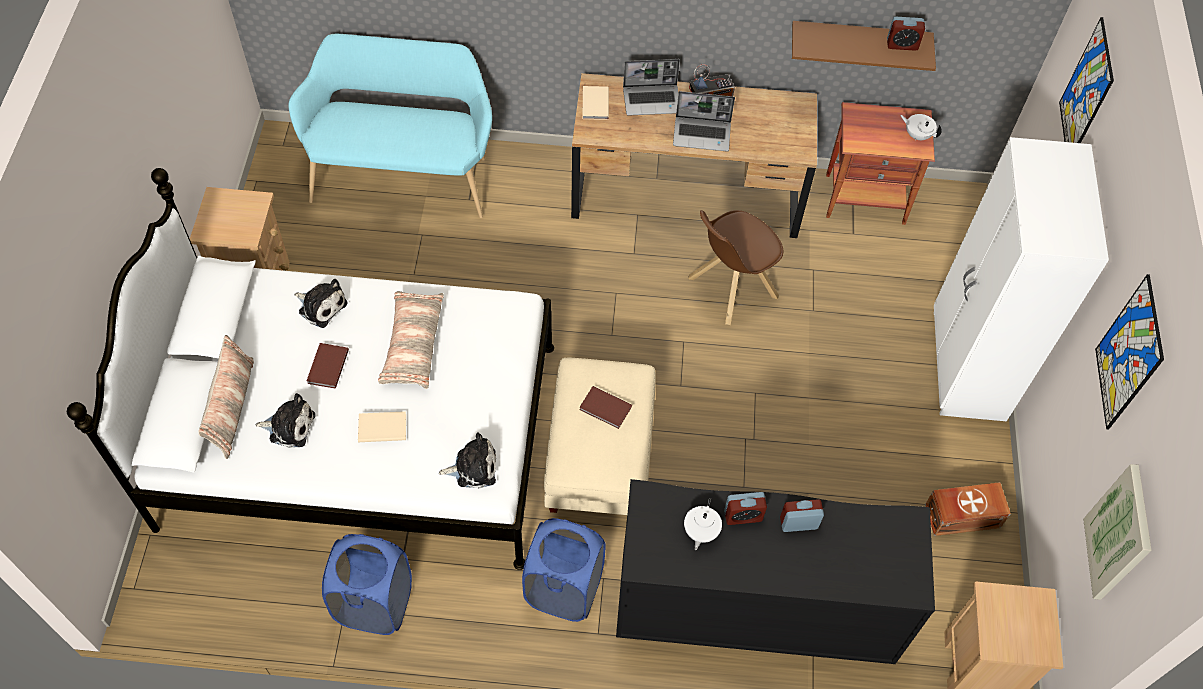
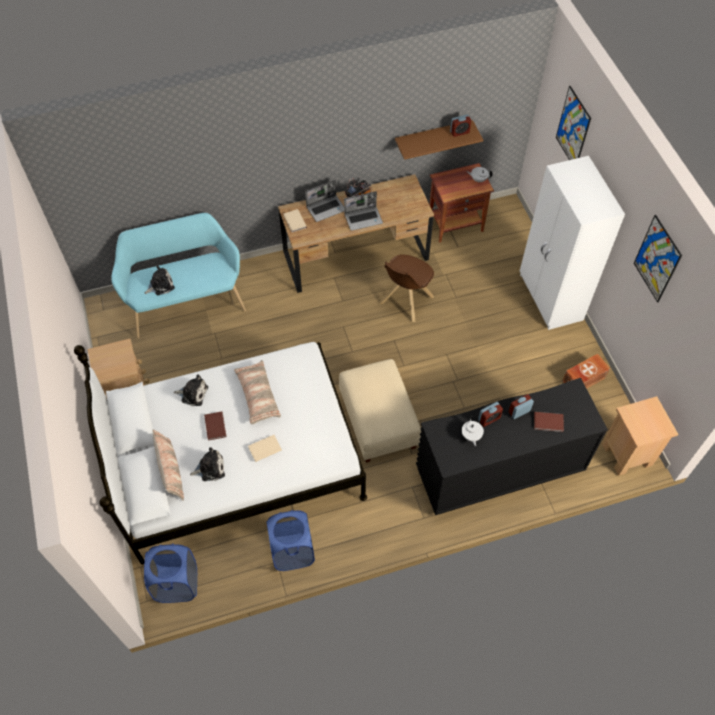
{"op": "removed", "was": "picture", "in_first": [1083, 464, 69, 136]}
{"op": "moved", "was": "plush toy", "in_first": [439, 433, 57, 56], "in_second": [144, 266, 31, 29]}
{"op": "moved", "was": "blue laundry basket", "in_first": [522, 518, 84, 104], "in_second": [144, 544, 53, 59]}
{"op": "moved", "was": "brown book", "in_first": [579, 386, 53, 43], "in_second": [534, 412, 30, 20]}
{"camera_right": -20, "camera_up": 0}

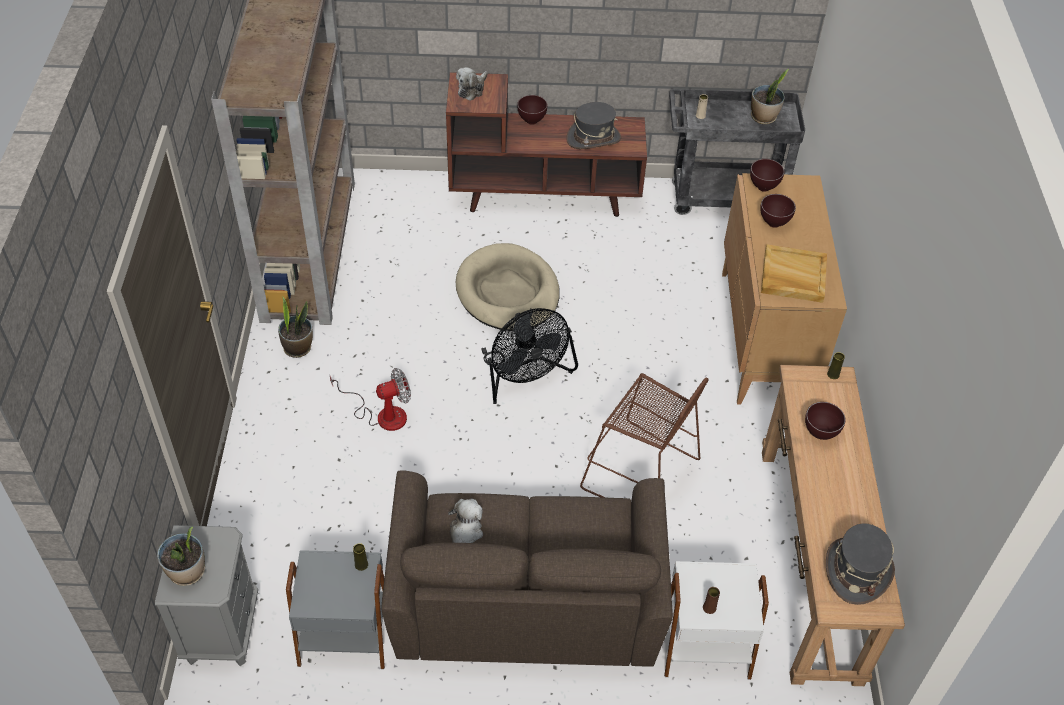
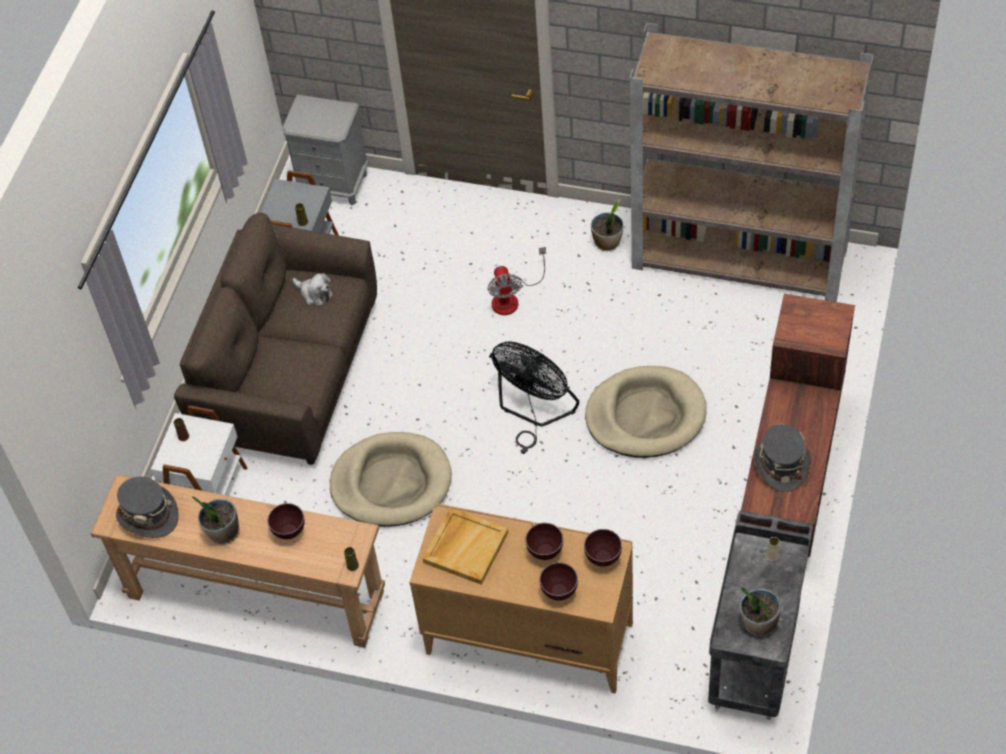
{"op": "removed", "was": "plush toy", "in_first": [456, 67, 32, 34]}
{"op": "moved", "was": "potted plant", "in_first": [157, 527, 48, 59], "in_second": [192, 496, 48, 48]}
{"op": "moved", "was": "brown bowl", "in_first": [517, 95, 30, 30], "in_second": [539, 562, 39, 39]}
{"op": "replaced", "was": "brown stool", "now": "beige dog bed", "in_first": [580, 373, 128, 125], "in_second": [330, 432, 122, 95]}
{"op": "turned", "was": "black fan", "in_first": [481, 308, 97, 96], "in_second": [489, 342, 90, 112], "clockwise": 135}
{"camera_right": 110, "camera_up": 5}

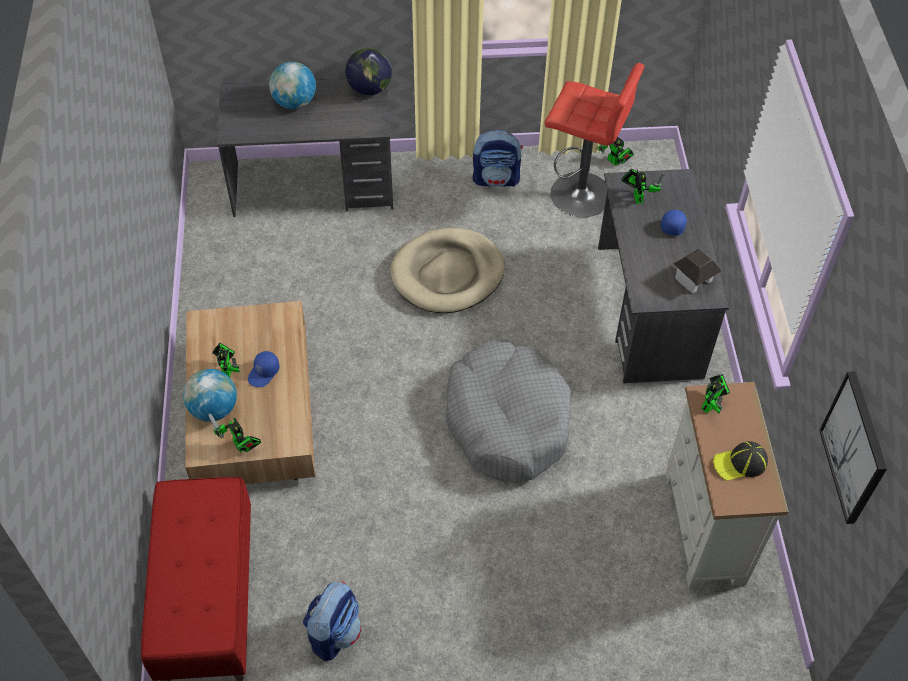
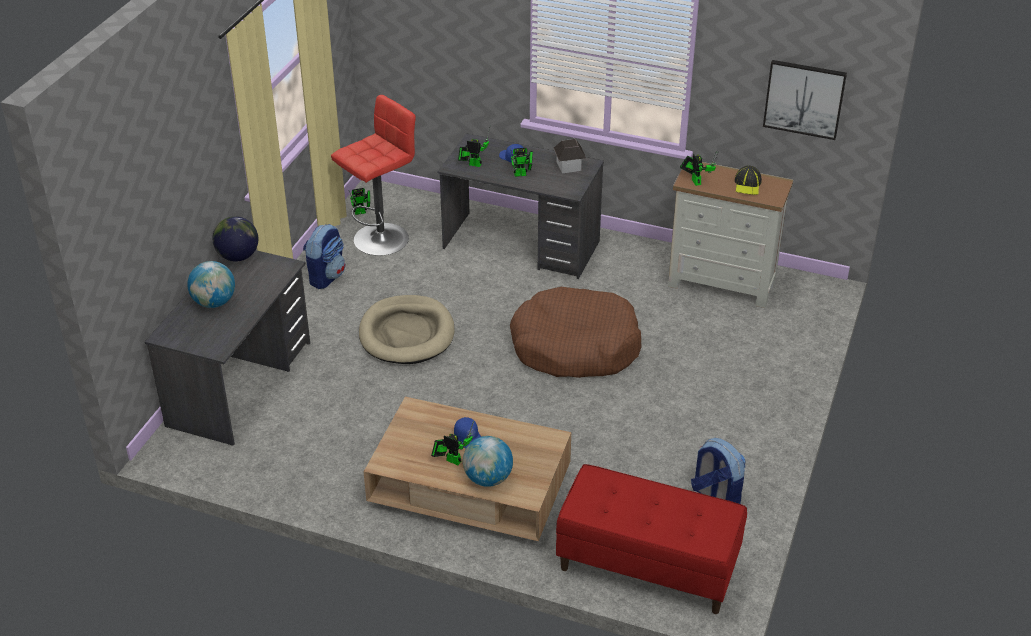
{"op": "moved", "was": "toy robot", "in_first": [208, 414, 53, 38], "in_second": [510, 148, 23, 29]}
{"op": "recoloured", "was": "grey dog bed", "now": "brown dog bed", "in_first": [446, 341, 125, 142], "in_second": [510, 287, 132, 91]}
{"camera_right": -65, "camera_up": -15}

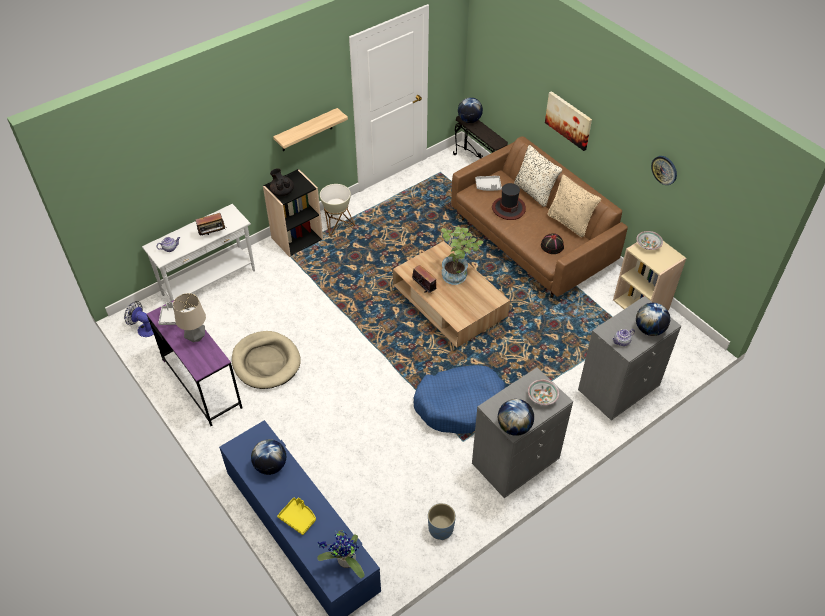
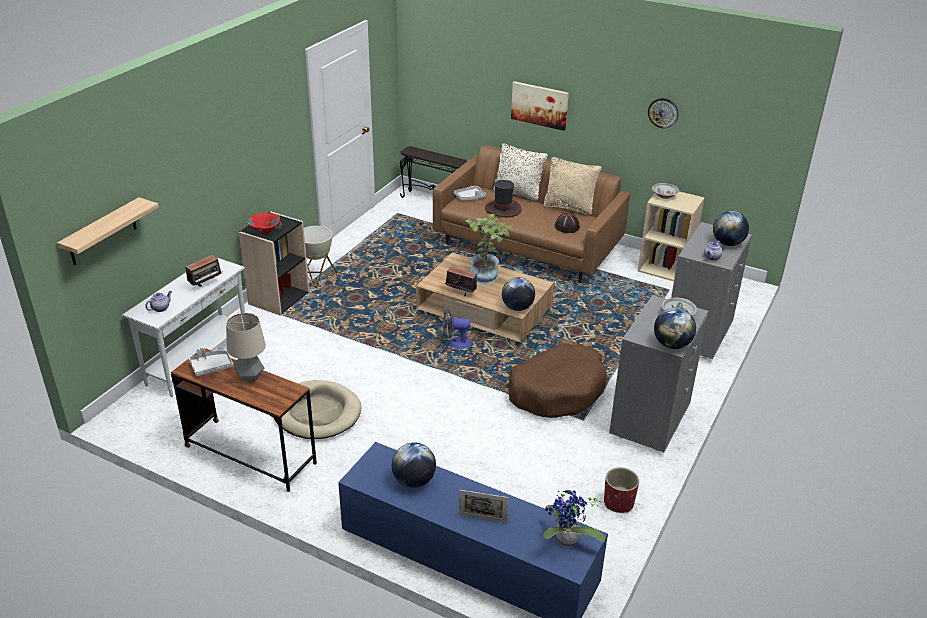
{"op": "moved", "was": "fan", "in_first": [124, 301, 30, 36], "in_second": [443, 310, 28, 39]}
{"op": "moved", "was": "shelf", "in_first": [273, 108, 75, 43], "in_second": [57, 197, 102, 68]}
{"op": "moved", "was": "globe", "in_first": [458, 97, 25, 26], "in_second": [502, 277, 33, 34]}
{"op": "replaced", "was": "black teapot", "now": "red bowl", "in_first": [270, 168, 24, 28], "in_second": [247, 213, 35, 22]}
{"op": "replaced", "was": "yellow tray", "now": "picture frame", "in_first": [277, 497, 39, 38], "in_second": [459, 490, 50, 33]}
{"op": "recoloured", "was": "purple desk", "now": "brown desk", "in_first": [147, 300, 95, 126], "in_second": [171, 348, 146, 144]}
{"op": "recoloured", "was": "blue dog bed", "now": "brown dog bed", "in_first": [413, 365, 92, 69], "in_second": [508, 343, 99, 75]}
{"op": "recoloured", "was": "blue planter", "now": "red planter", "in_first": [428, 503, 28, 37], "in_second": [604, 467, 35, 46]}
{"camera_right": -25, "camera_up": -15}

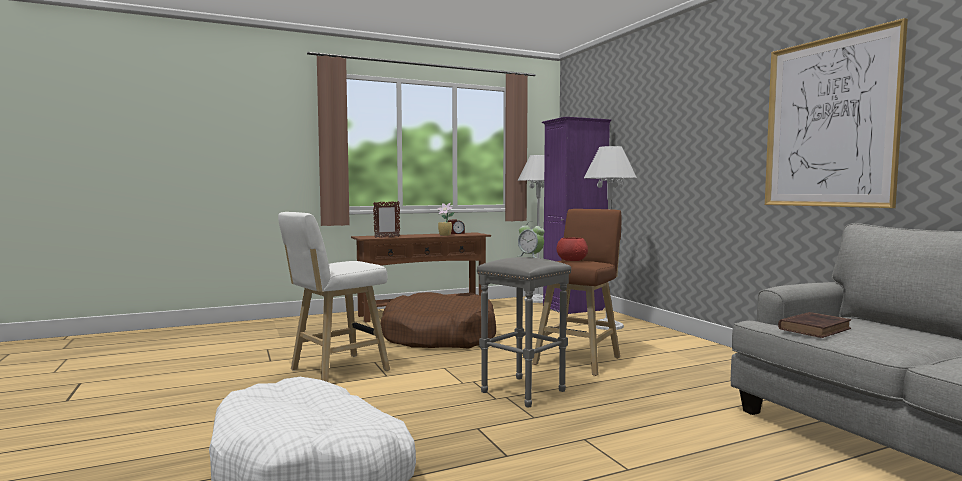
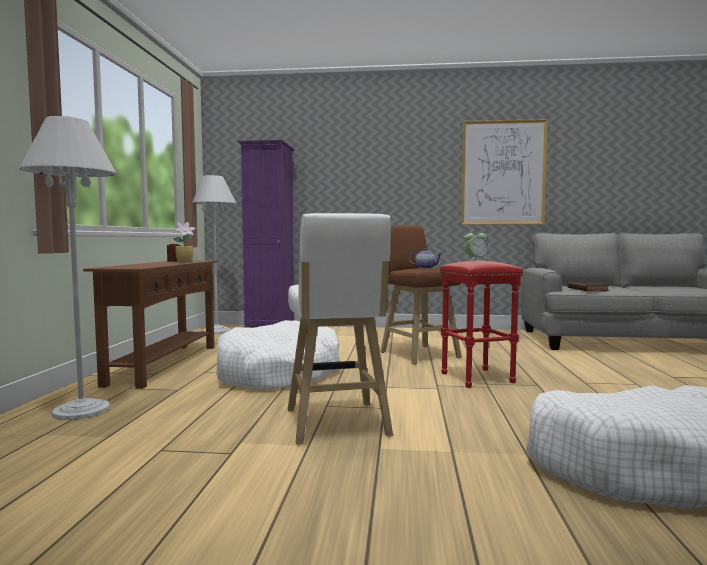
{"op": "removed", "was": "picture frame", "in_first": [373, 201, 27, 37]}
{"op": "moved", "was": "white floor lamp", "in_first": [584, 146, 53, 184], "in_second": [19, 116, 98, 304]}
{"op": "replaced", "was": "red bowl", "now": "teapot", "in_first": [557, 238, 31, 23], "in_second": [409, 248, 34, 21]}
{"op": "recoloured", "was": "brown dog bed", "now": "white dog bed", "in_first": [380, 292, 116, 57], "in_second": [216, 320, 124, 70]}
{"op": "recoloured", "was": "grey stool", "now": "red stool", "in_first": [477, 257, 94, 150], "in_second": [440, 261, 83, 127]}
{"camera_right": -60, "camera_up": 0}

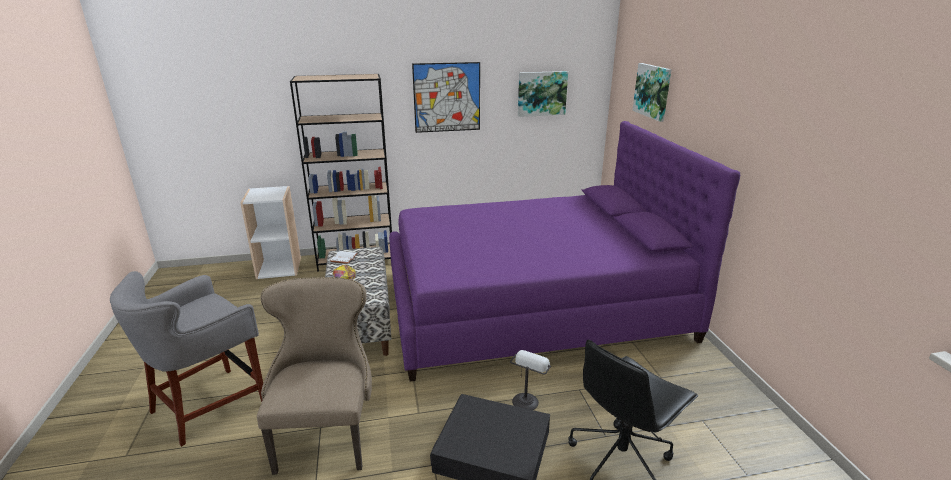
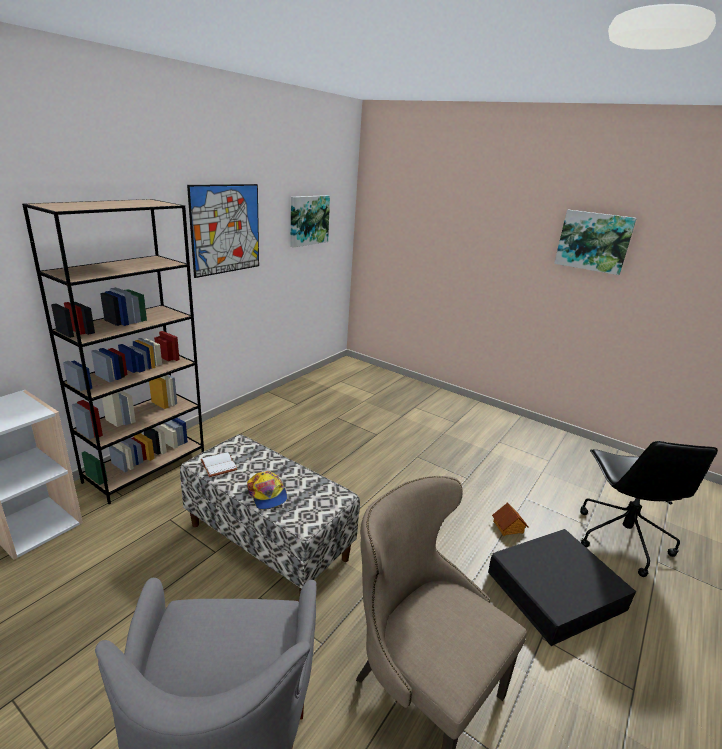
{"op": "removed", "was": "purple bed", "in_first": [389, 121, 351, 260]}
{"op": "moved", "was": "picture", "in_first": [632, 63, 39, 59], "in_second": [554, 210, 83, 65]}
{"op": "replaced", "was": "table lamp", "now": "toy house", "in_first": [510, 350, 41, 60], "in_second": [492, 502, 37, 34]}
{"camera_right": -45, "camera_up": 0}

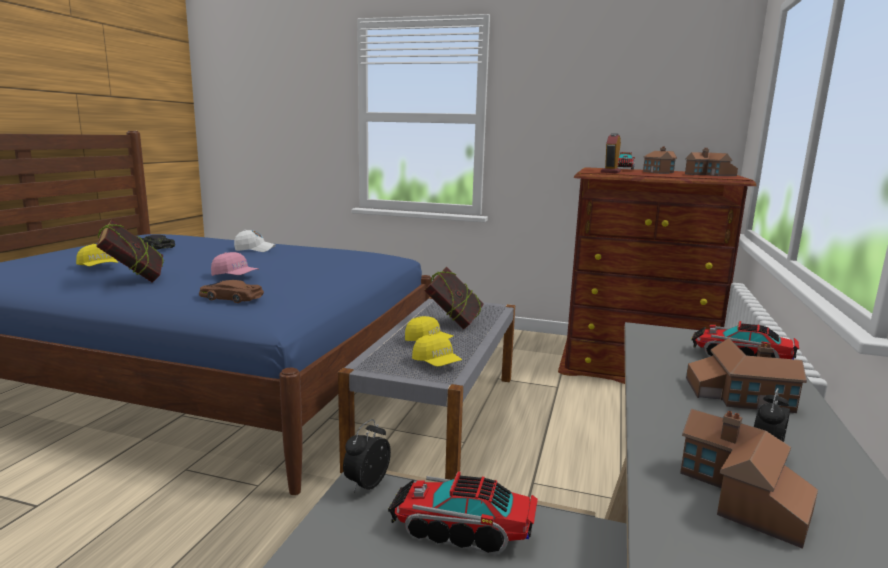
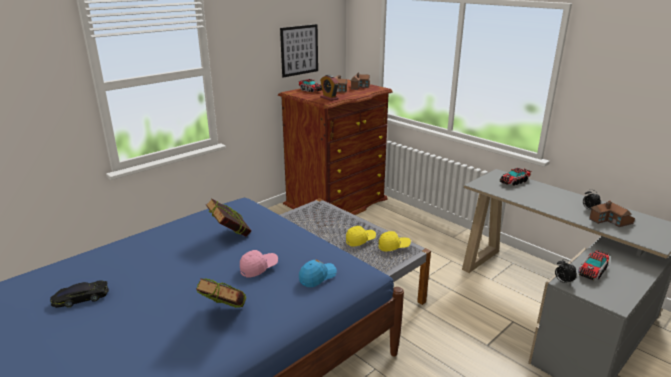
{"op": "removed", "was": "yellow cap", "in_first": [76, 244, 42, 22]}
{"op": "removed", "was": "white cap", "in_first": [234, 230, 42, 22]}
{"op": "removed", "was": "toy house", "in_first": [686, 338, 121, 75]}
{"op": "added", "now": "picture", "in_second": [280, 24, 38, 54]}
{"op": "moved", "was": "book", "in_first": [424, 266, 60, 64], "in_second": [206, 199, 46, 38]}
{"op": "replaced", "was": "brown toy car", "now": "blue cap", "in_first": [199, 280, 65, 23], "in_second": [299, 260, 38, 27]}
{"camera_right": -60, "camera_up": 10}

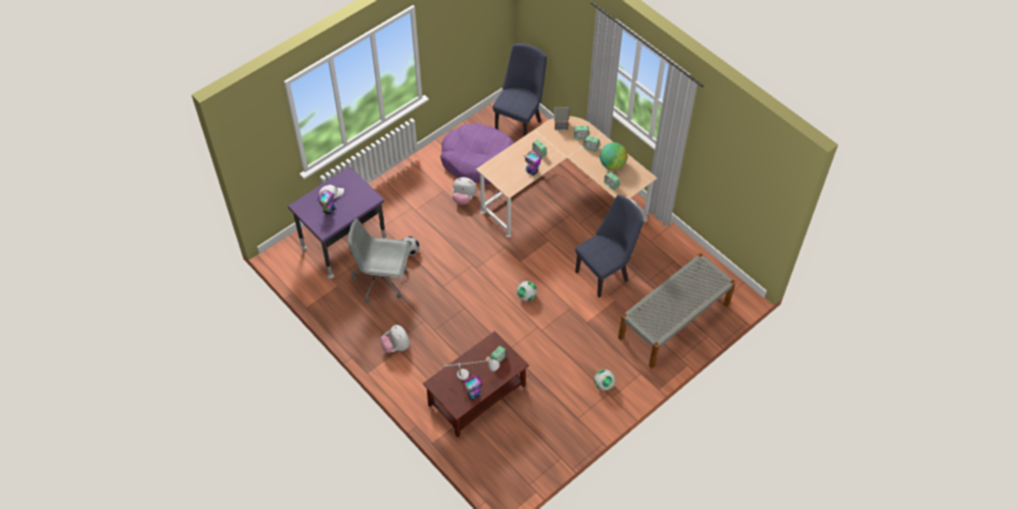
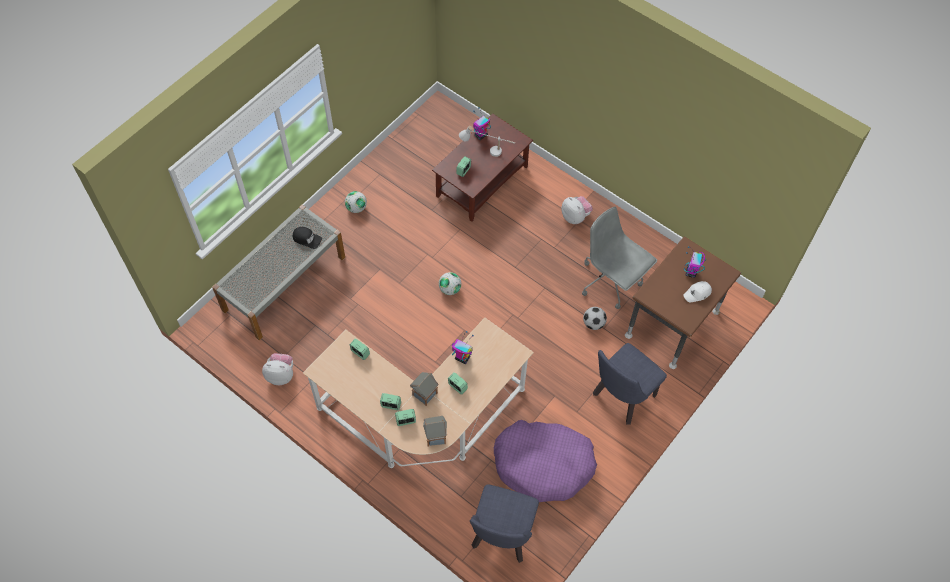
{"op": "removed", "was": "globe", "in_first": [600, 143, 27, 27]}
{"op": "added", "now": "black cap", "in_second": [293, 227, 29, 22]}
{"op": "added", "now": "toy house", "in_second": [410, 372, 28, 34]}
{"op": "moved", "was": "plush toy", "in_first": [452, 177, 25, 28], "in_second": [262, 353, 31, 32]}
{"op": "moved", "was": "blue chair", "in_first": [575, 195, 69, 103], "in_second": [593, 343, 74, 82]}
{"op": "recoloured", "was": "purple desk", "now": "brown desk", "in_first": [288, 167, 99, 112], "in_second": [625, 236, 116, 133]}
{"op": "turned", "was": "grey office chair", "in_first": [348, 218, 62, 85], "in_second": [582, 207, 75, 102], "clockwise": -135}
{"camera_right": 170, "camera_up": 5}

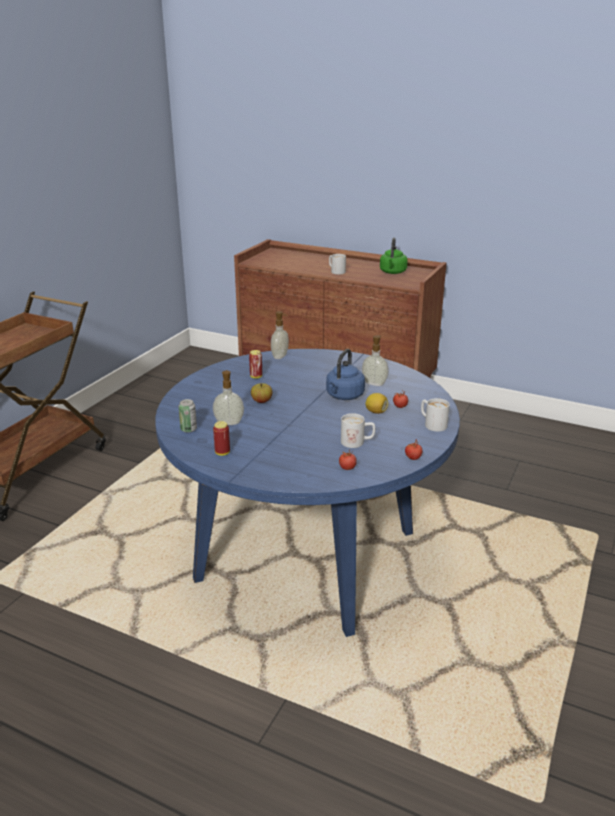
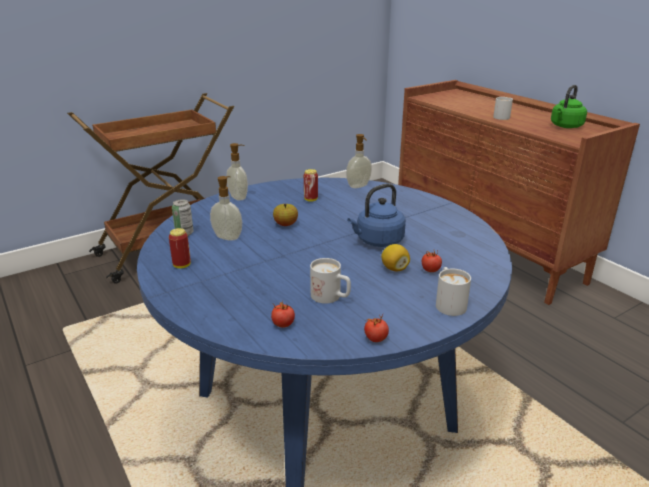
{"op": "moved", "was": "soap dispenser", "in_first": [362, 335, 27, 51], "in_second": [226, 143, 22, 58]}
{"camera_right": 30, "camera_up": 0}

